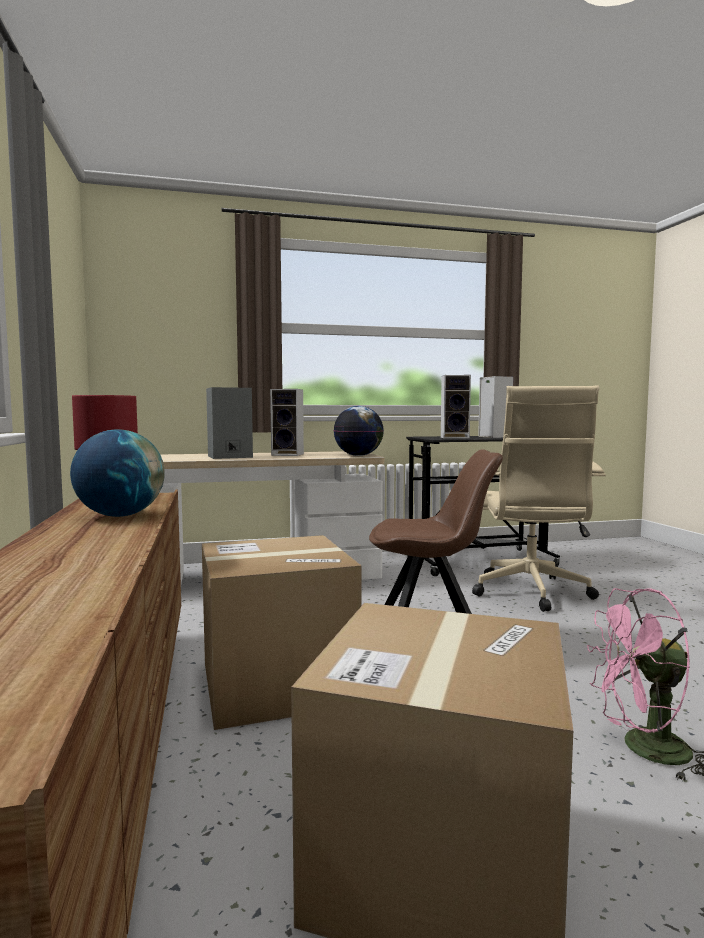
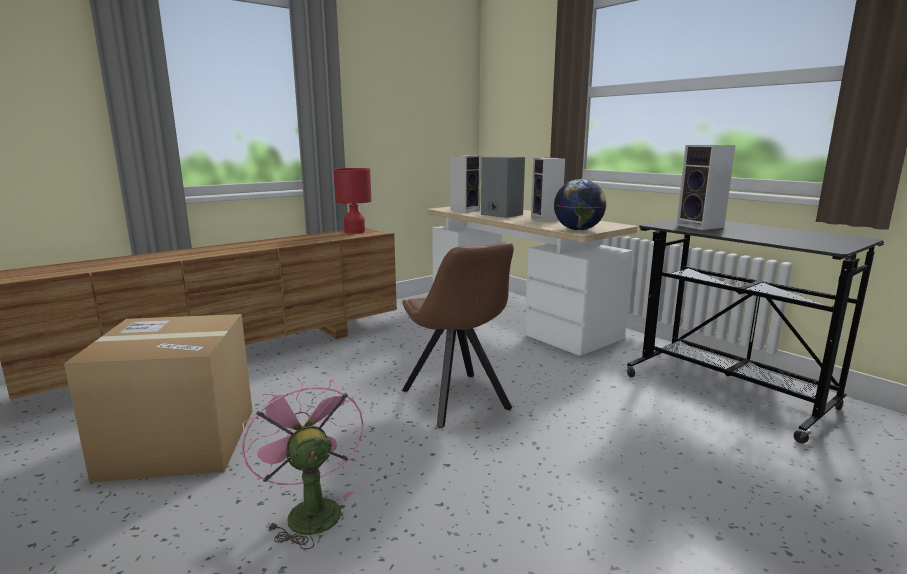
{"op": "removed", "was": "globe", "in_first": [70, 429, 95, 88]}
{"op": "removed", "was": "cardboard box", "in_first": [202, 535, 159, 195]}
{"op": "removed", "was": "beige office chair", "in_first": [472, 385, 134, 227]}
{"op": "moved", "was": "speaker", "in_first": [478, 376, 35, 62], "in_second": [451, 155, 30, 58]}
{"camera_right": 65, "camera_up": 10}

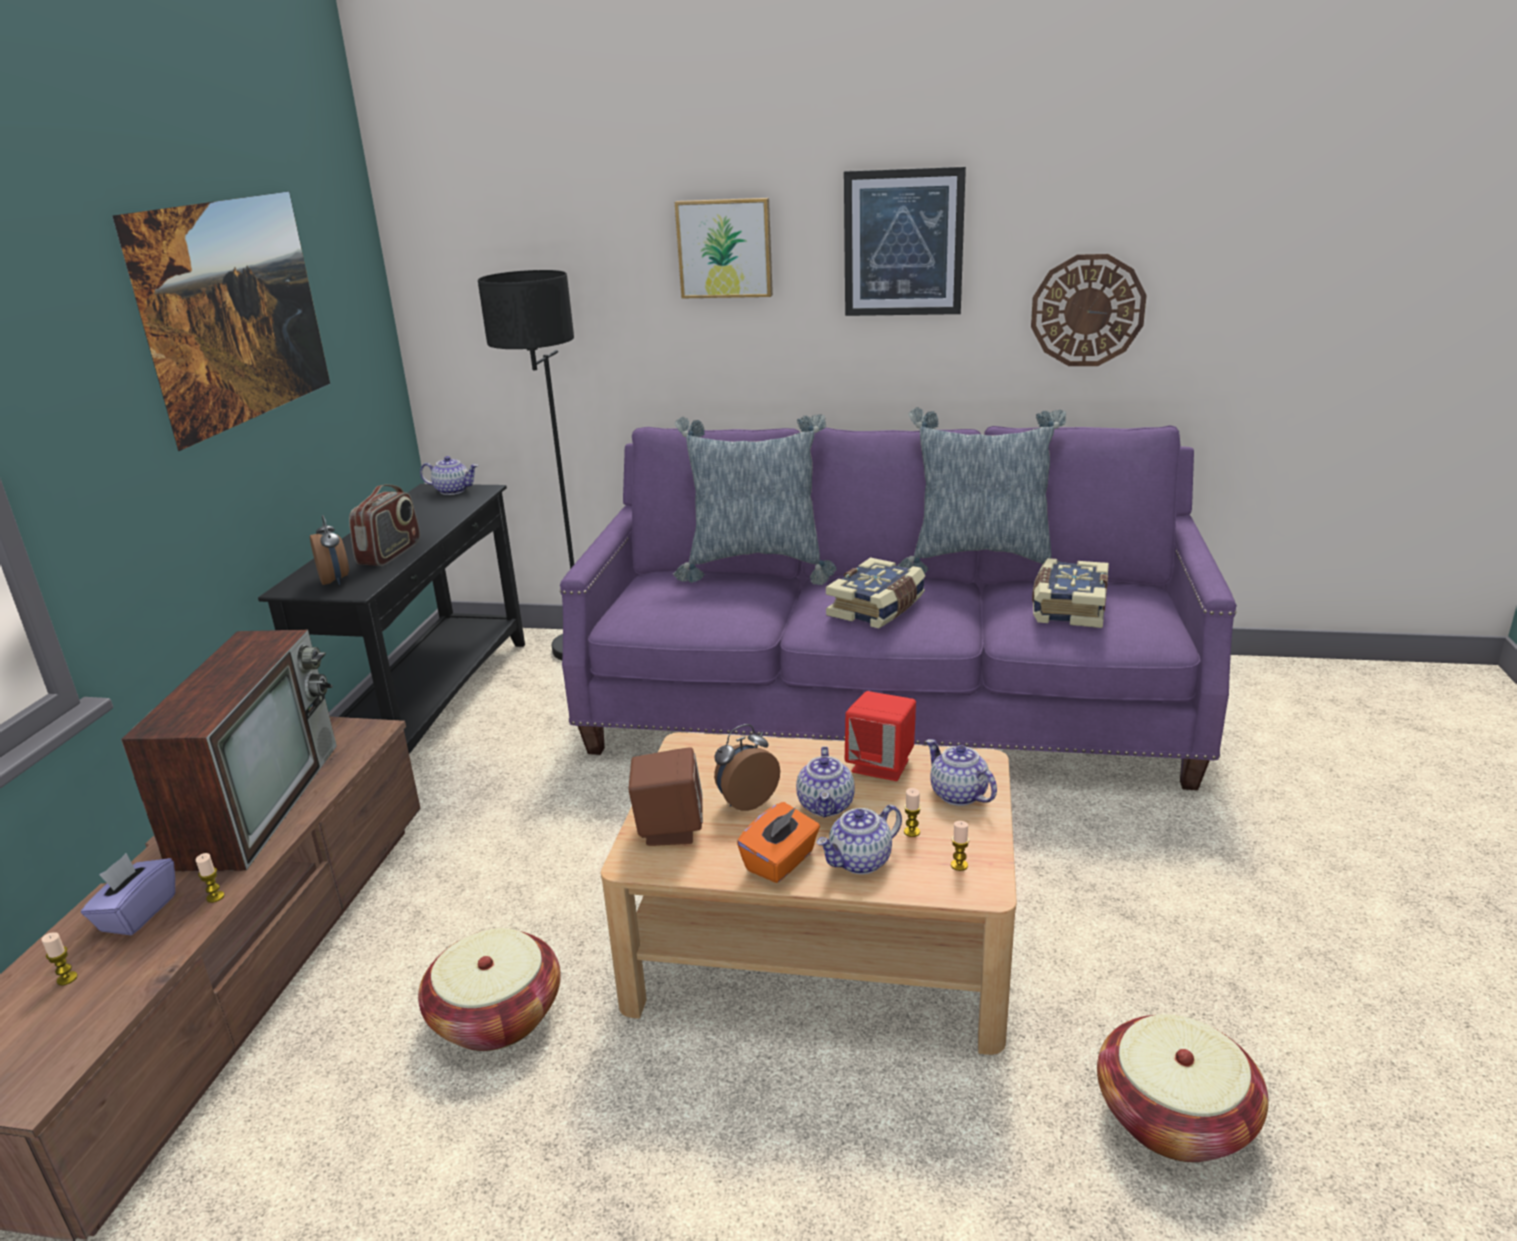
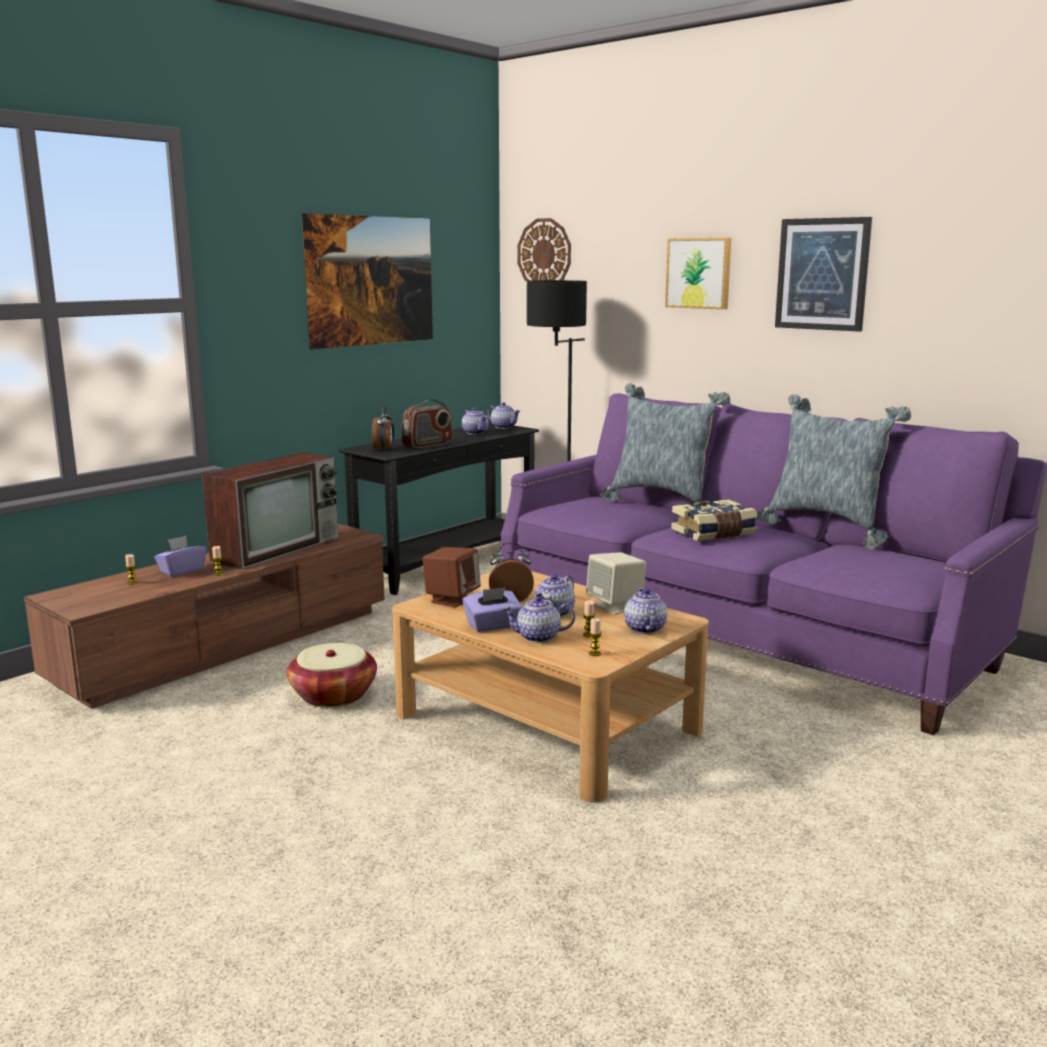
{"op": "removed", "was": "book", "in_first": [1032, 558, 77, 70]}
{"op": "removed", "was": "basket", "in_first": [1097, 1014, 172, 148]}
{"op": "added", "now": "teapot", "in_second": [462, 407, 26, 28]}
{"op": "moved", "was": "wall clock", "in_first": [1031, 254, 116, 112], "in_second": [518, 218, 53, 64]}
{"op": "recoloured", "was": "orange tissue box", "now": "purple tissue box", "in_first": [737, 802, 83, 81], "in_second": [462, 587, 60, 45]}
{"op": "recoloured", "was": "red speaker", "now": "beige speaker", "in_first": [845, 691, 71, 90], "in_second": [586, 552, 60, 63]}
{"camera_right": 30, "camera_up": -10}

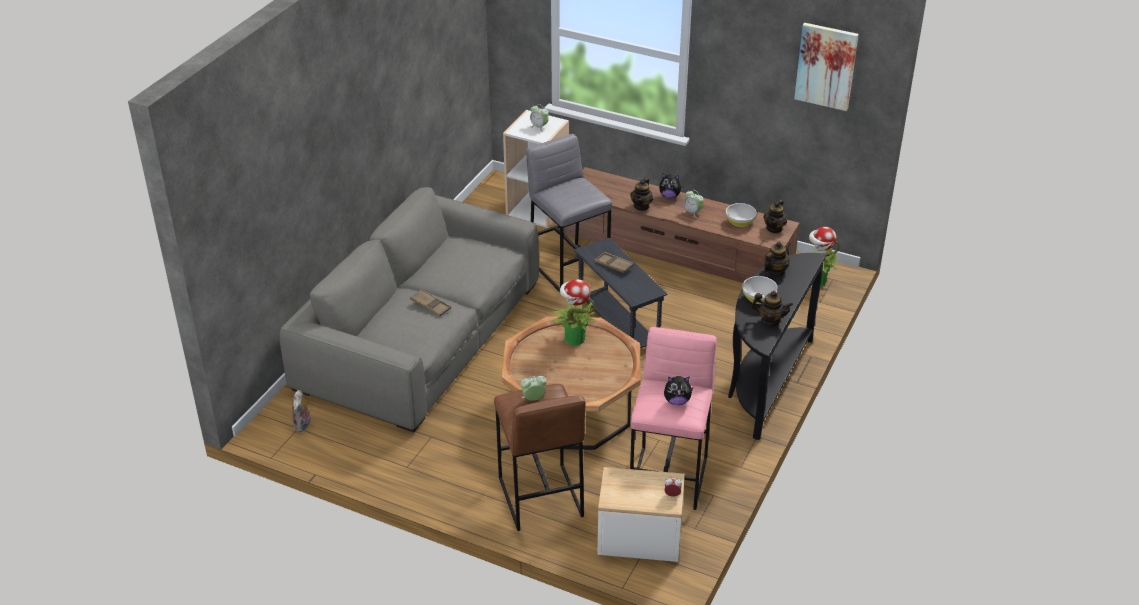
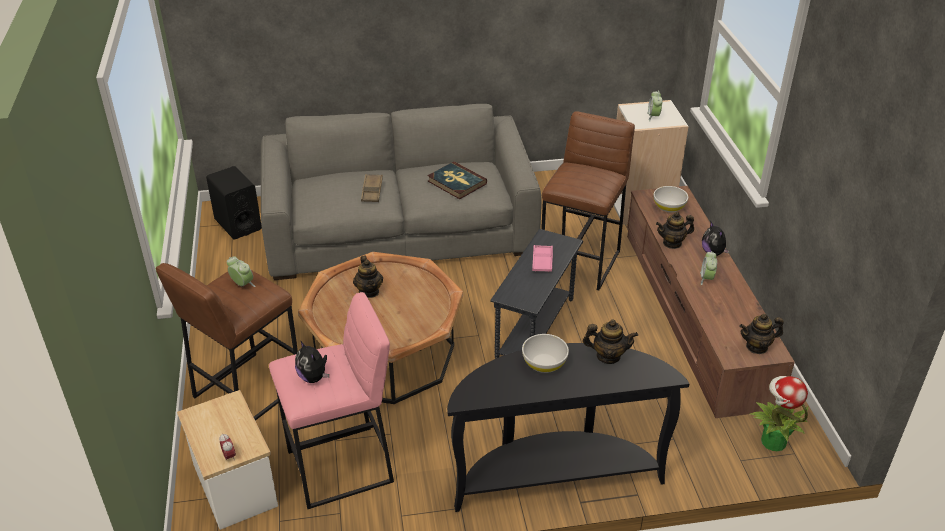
{"op": "removed", "was": "potted plant", "in_first": [550, 279, 46, 66]}
{"op": "removed", "was": "picture", "in_first": [794, 23, 65, 88]}
{"op": "added", "now": "book", "in_second": [427, 161, 60, 38]}
{"op": "moved", "was": "white bowl", "in_first": [726, 203, 31, 24], "in_second": [654, 186, 34, 27]}
{"op": "moved", "was": "teapot", "in_first": [751, 291, 42, 35], "in_second": [353, 256, 30, 42]}
{"op": "replaced", "was": "plush toy", "now": "black speaker", "in_first": [292, 390, 19, 42], "in_second": [206, 166, 56, 74]}
{"op": "recoloured", "was": "grey stool", "now": "brown stool", "in_first": [526, 134, 86, 158], "in_second": [541, 111, 94, 180]}
{"op": "recoloured", "was": "brown tray", "now": "pink tray", "in_first": [594, 252, 40, 21], "in_second": [532, 245, 21, 27]}
{"camera_right": 55, "camera_up": 0}

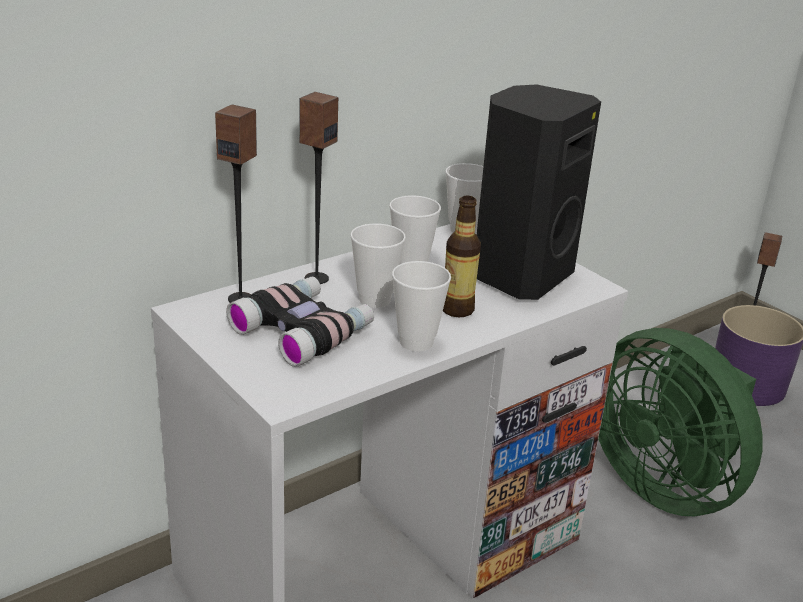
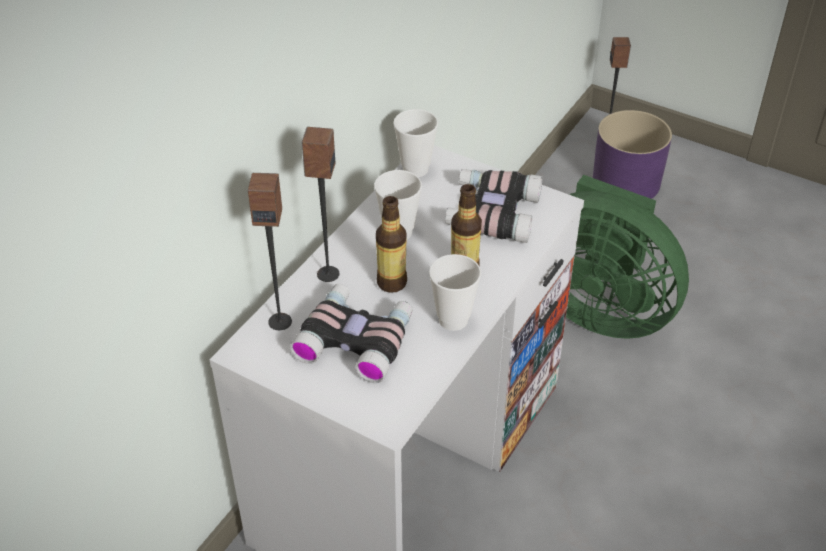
{"op": "replaced", "was": "cup", "now": "bottle", "in_first": [350, 223, 56, 85], "in_second": [376, 196, 31, 97]}
{"op": "replaced", "was": "black speaker", "now": "binoculars", "in_first": [477, 84, 124, 216], "in_second": [445, 169, 98, 74]}
{"camera_right": -20, "camera_up": 15}

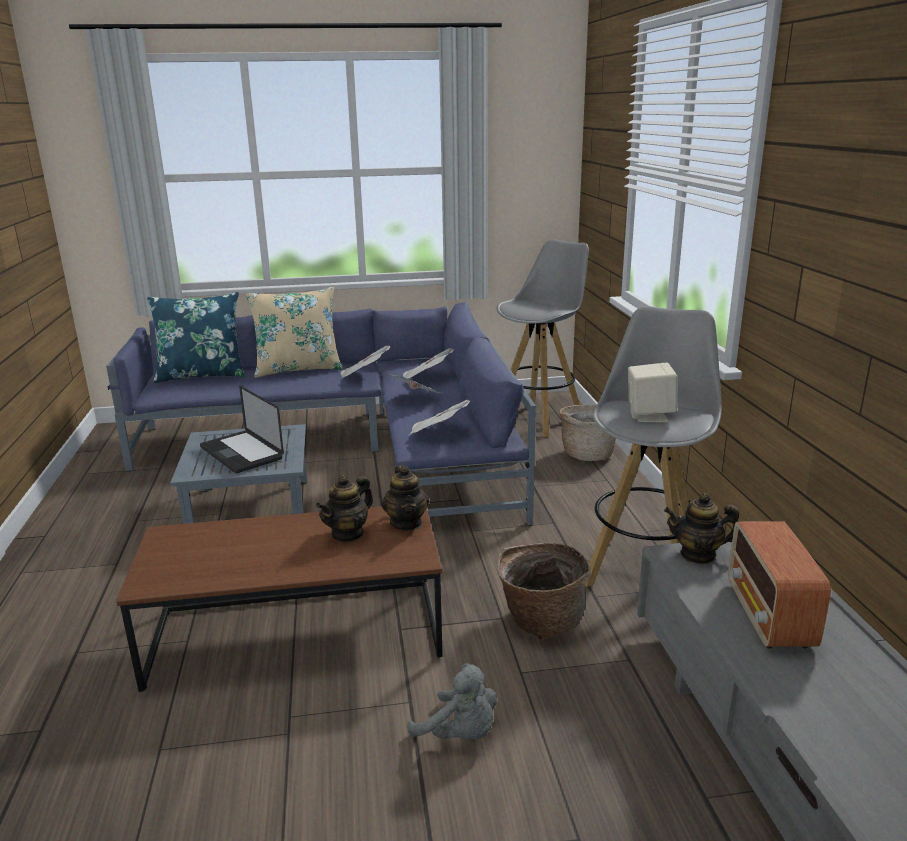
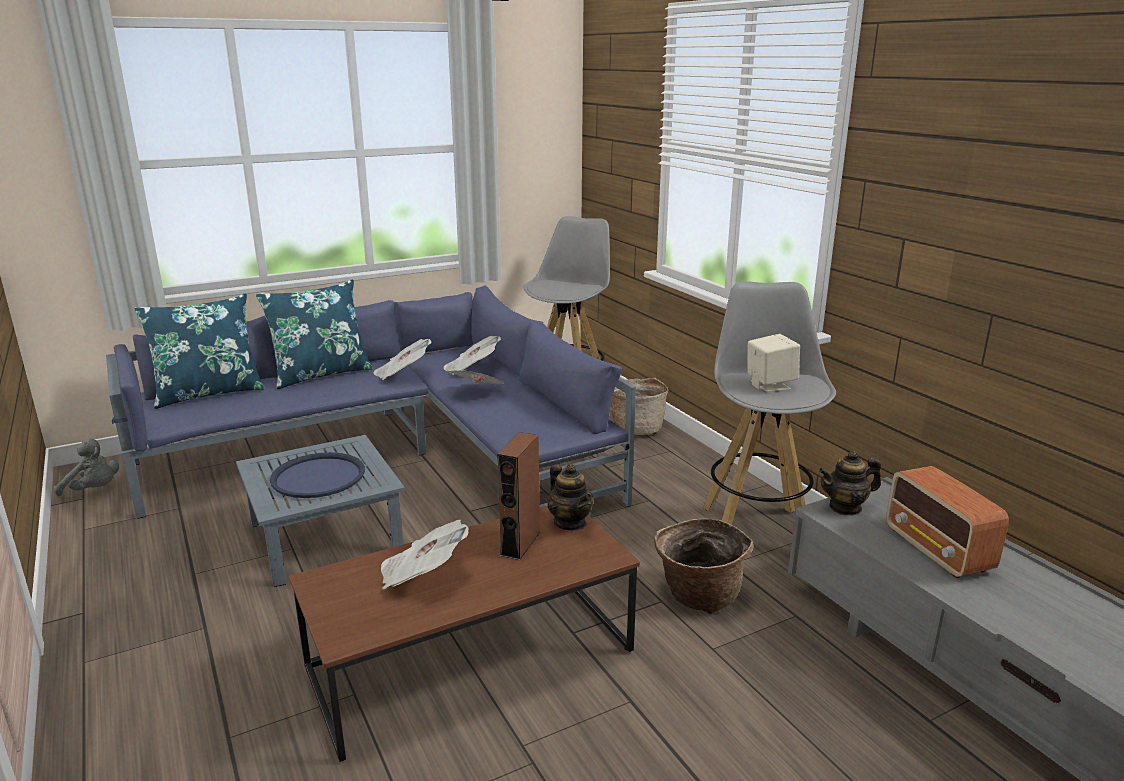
{"op": "moved", "was": "grey plush toy", "in_first": [407, 663, 90, 76], "in_second": [54, 438, 65, 58]}
{"op": "moved", "was": "newspaper", "in_first": [409, 399, 61, 36], "in_second": [381, 520, 88, 69]}
{"op": "replaced", "was": "laptop", "now": "blue tray", "in_first": [200, 386, 84, 87], "in_second": [270, 452, 95, 46]}
{"op": "replaced", "was": "teapot", "now": "brown speaker", "in_first": [316, 475, 57, 68], "in_second": [497, 432, 43, 128]}
{"op": "recoloured", "was": "beige pillow", "now": "blue pillow", "in_first": [246, 287, 97, 91], "in_second": [256, 280, 117, 109]}
{"camera_right": -20, "camera_up": 0}

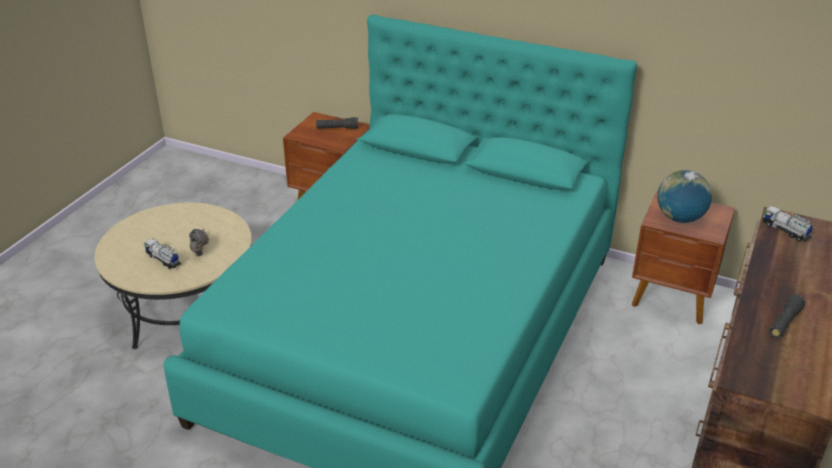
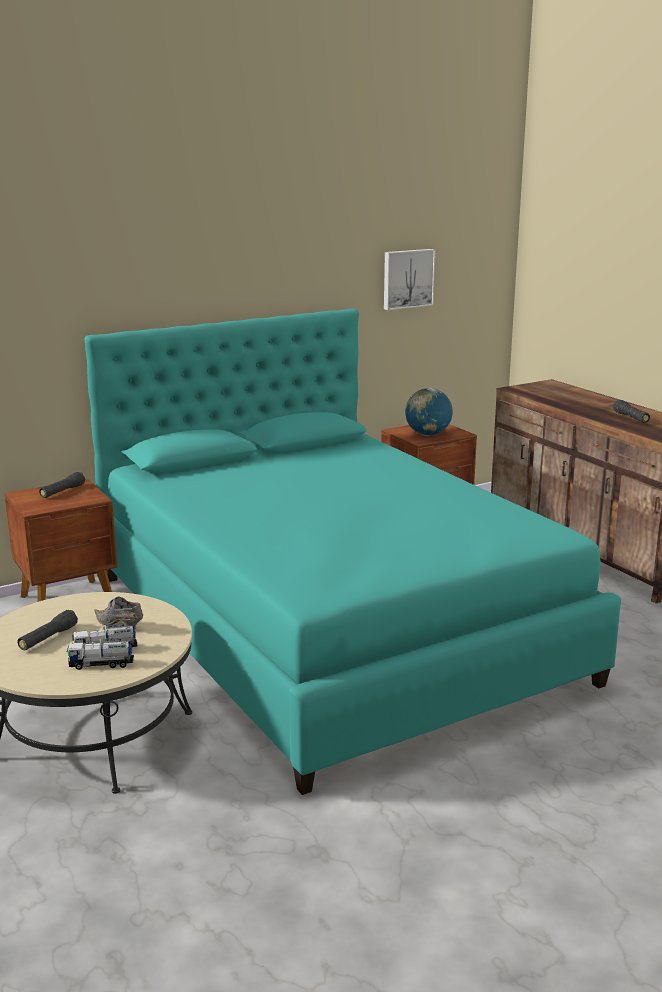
{"op": "added", "now": "black flashlight", "in_second": [17, 610, 61, 41]}
{"op": "added", "now": "picture", "in_second": [384, 249, 51, 61]}
{"op": "moved", "was": "toy truck", "in_first": [763, 206, 50, 36], "in_second": [67, 638, 67, 32]}
{"camera_right": -55, "camera_up": -15}

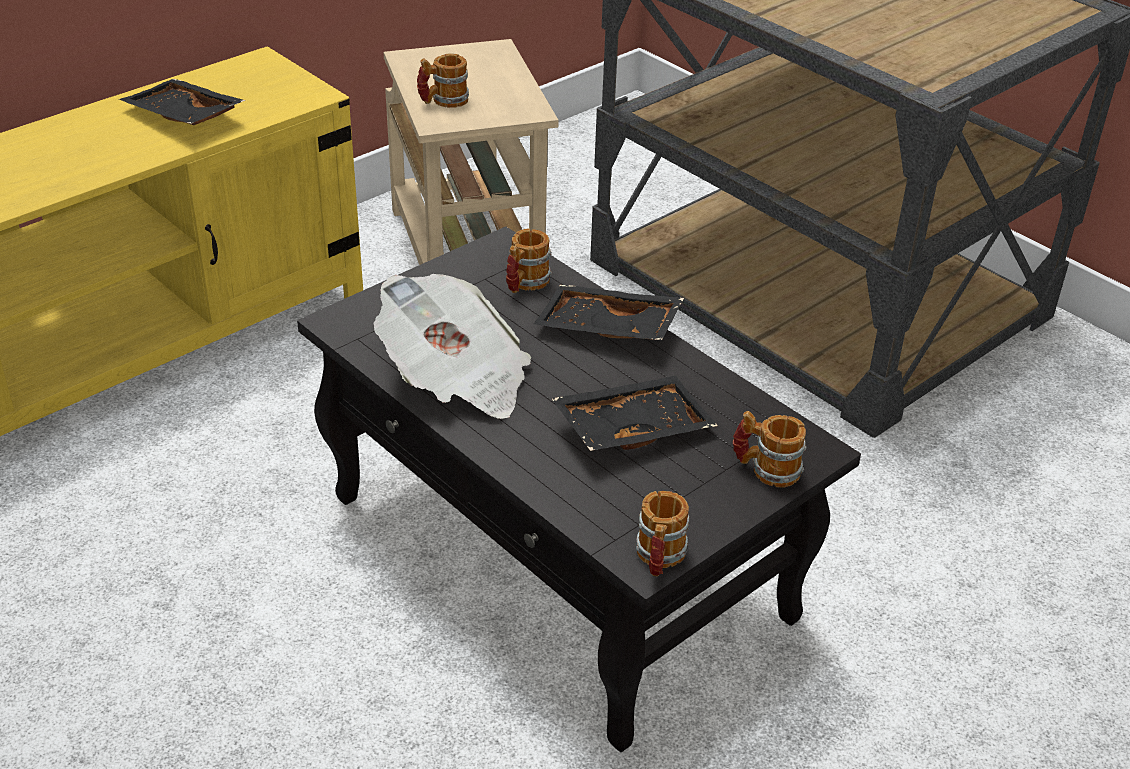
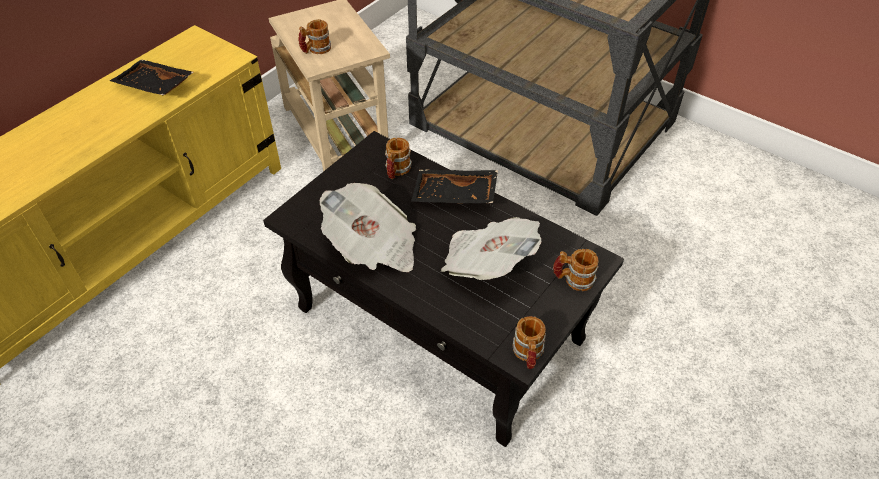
{"op": "replaced", "was": "black tray", "now": "newspaper", "in_first": [551, 376, 167, 75], "in_second": [441, 217, 100, 63]}
{"camera_right": -10, "camera_up": 10}

